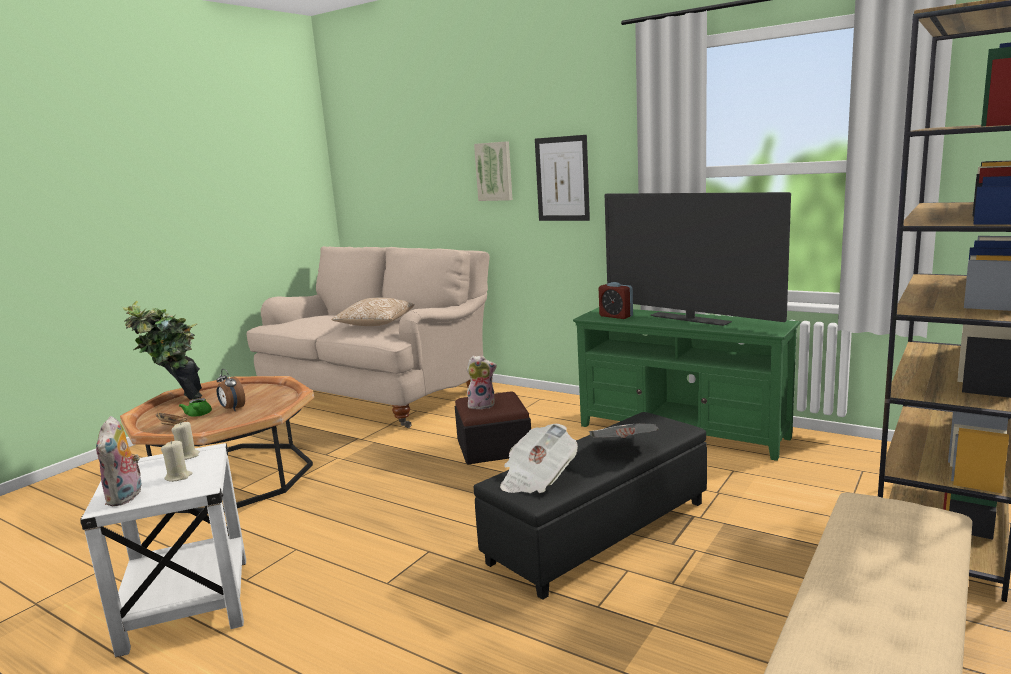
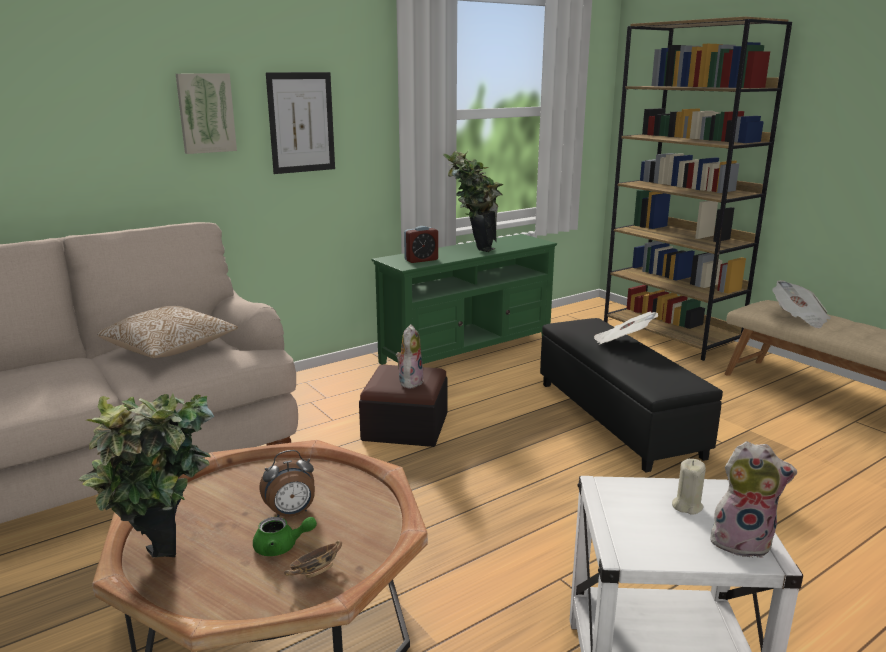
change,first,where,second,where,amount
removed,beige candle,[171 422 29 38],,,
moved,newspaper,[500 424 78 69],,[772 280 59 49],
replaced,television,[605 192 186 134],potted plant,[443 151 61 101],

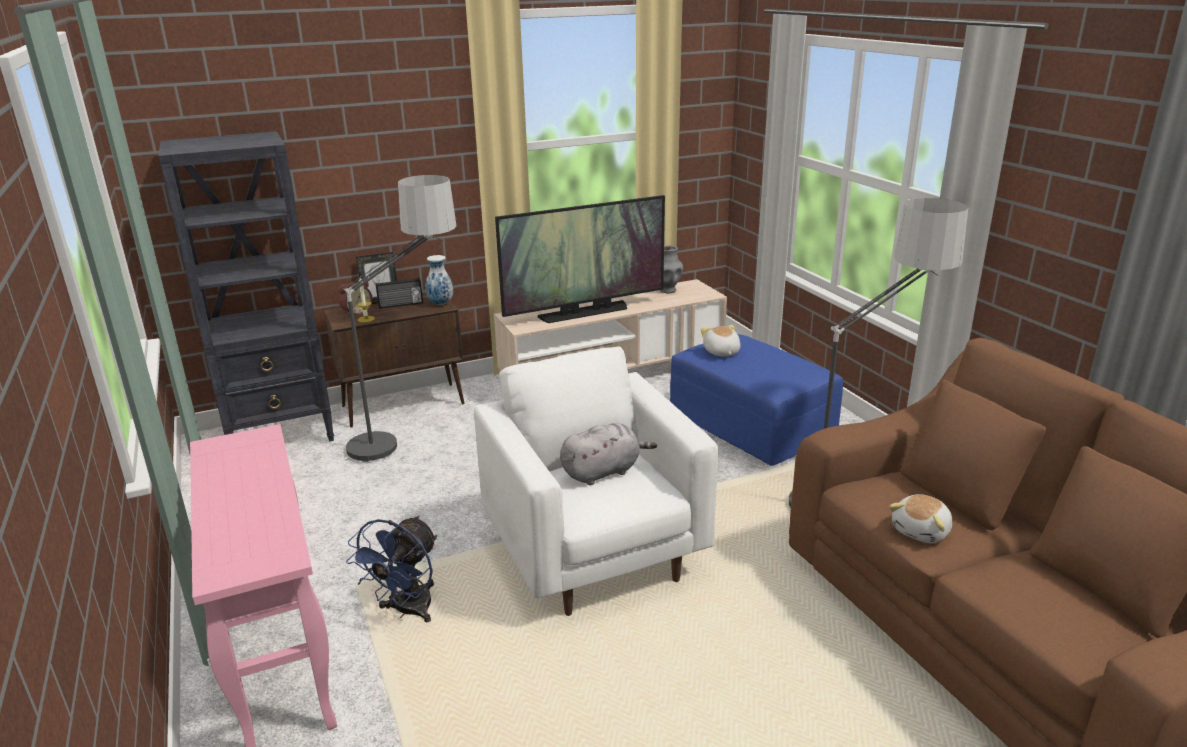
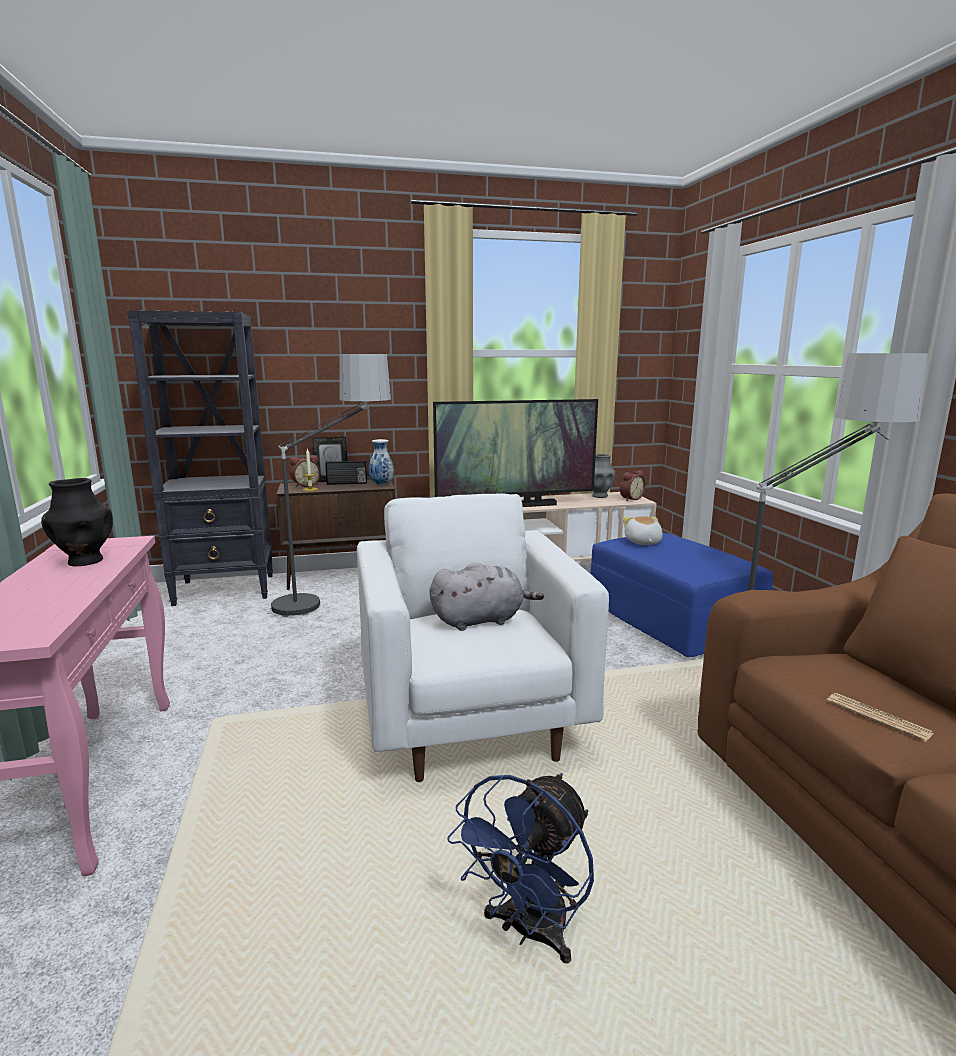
change,first,where,second,where,amount
moved,blue fan,[346 515 91 107],,[447 773 147 190],
replaced,plush toy,[889 494 63 49],newspaper,[827 693 107 49],
added,,,black vase,[41 478 72 88],
added,,,alarm clock,[620 470 26 31],

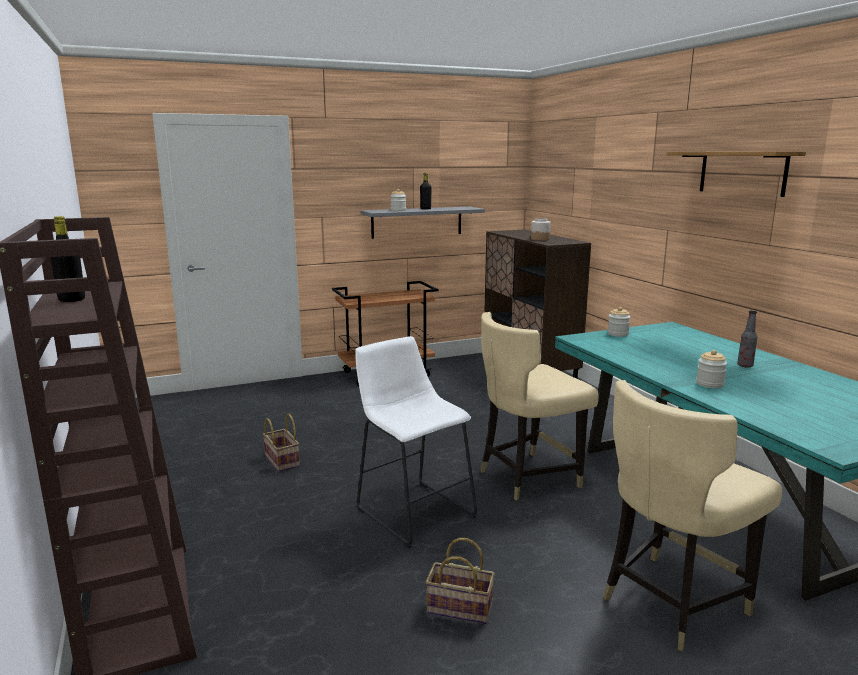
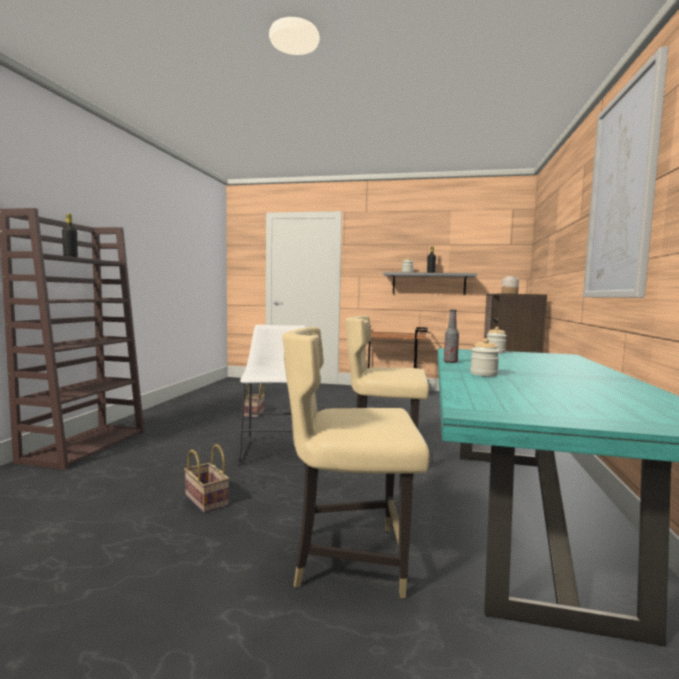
change,first,where,second,where,amount
replaced,shelf,[667 151 139 46],picture,[583 46 86 252],
moved,bottle,[737 311 20 57],,[444 310 15 53],

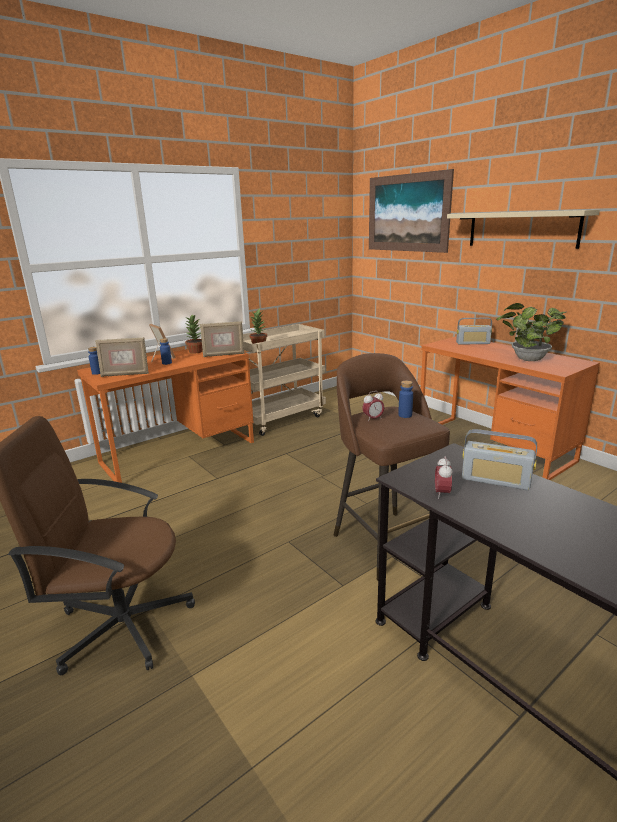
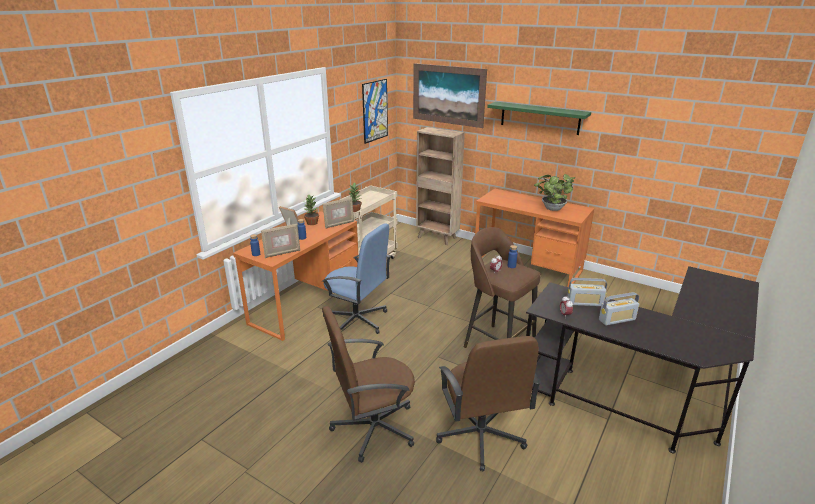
change,first,where,second,where,amount
recoloured,beige shelf,[447 210 153 39],green shelf,[487 102 104 33],
moved,radio,[456 317 36 28],,[599 292 40 33],
added,,,blue office chair,[322 223 69 111],
added,,,picture,[362 79 26 65],
added,,,brown bookcase,[416 127 49 118],
added,,,brown office chair,[436 336 105 135],

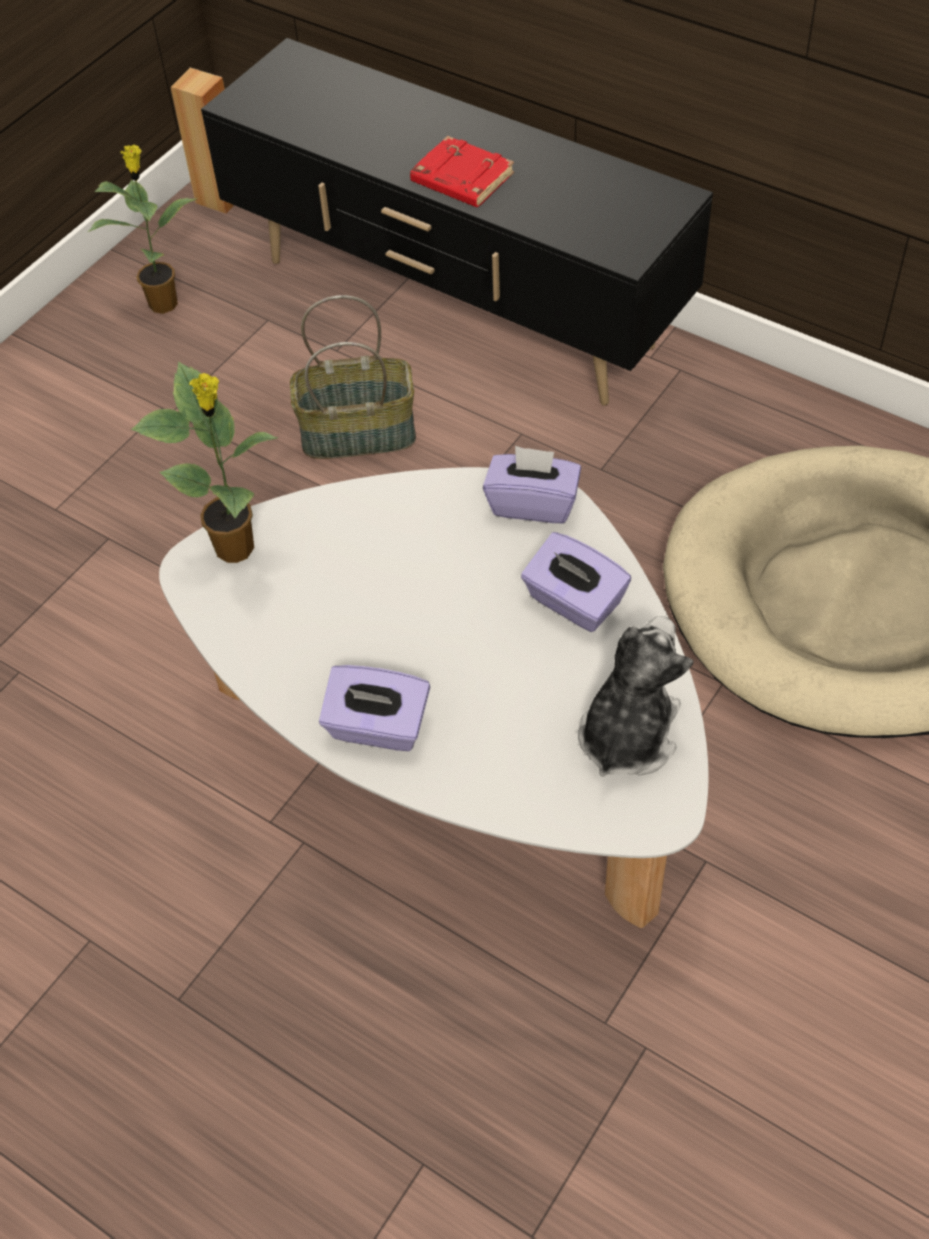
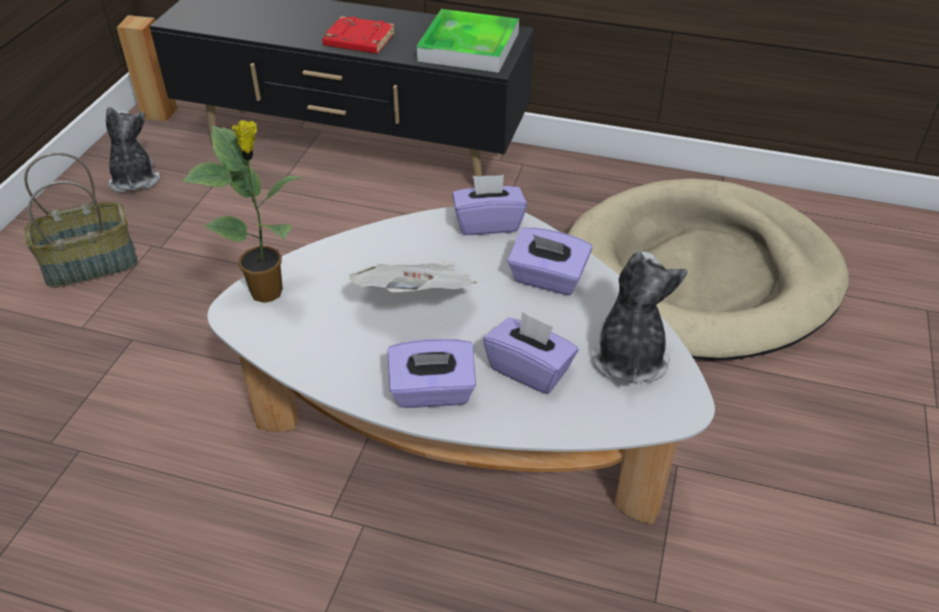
change,first,where,second,where,amount
replaced,potted plant,[88 145 110 169],plush toy,[106 107 55 86],
moved,basket,[290 295 126 164],,[24 152 114 136],
added,,,newspaper,[349 261 128 31],
added,,,tray,[417 9 102 64],
added,,,purple tissue box,[483 312 95 82],

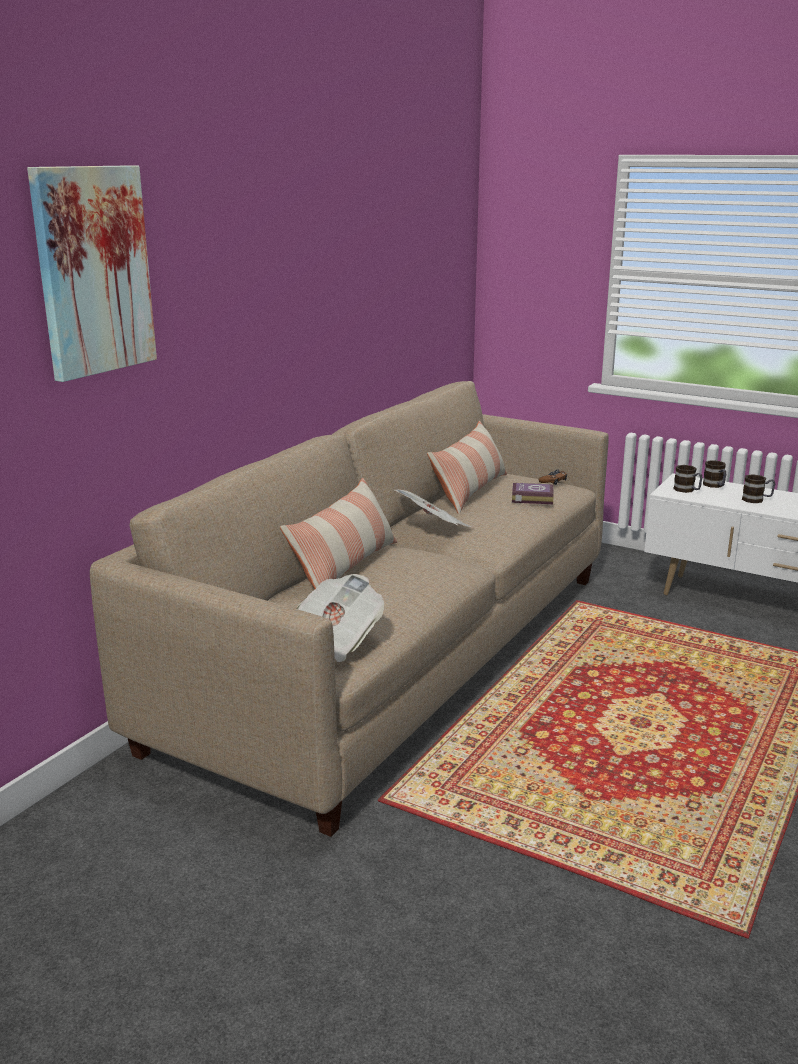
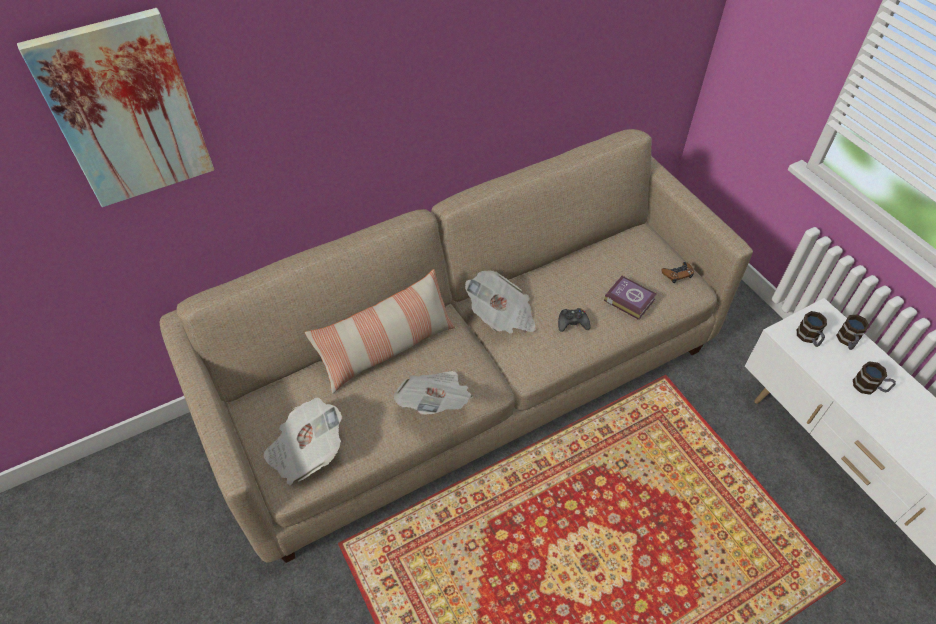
change,first,where,second,where,amount
removed,pillow,[427 421 80 93],,,
added,,,newspaper,[393 371 80 44],
added,,,black game controller,[558 308 33 24],

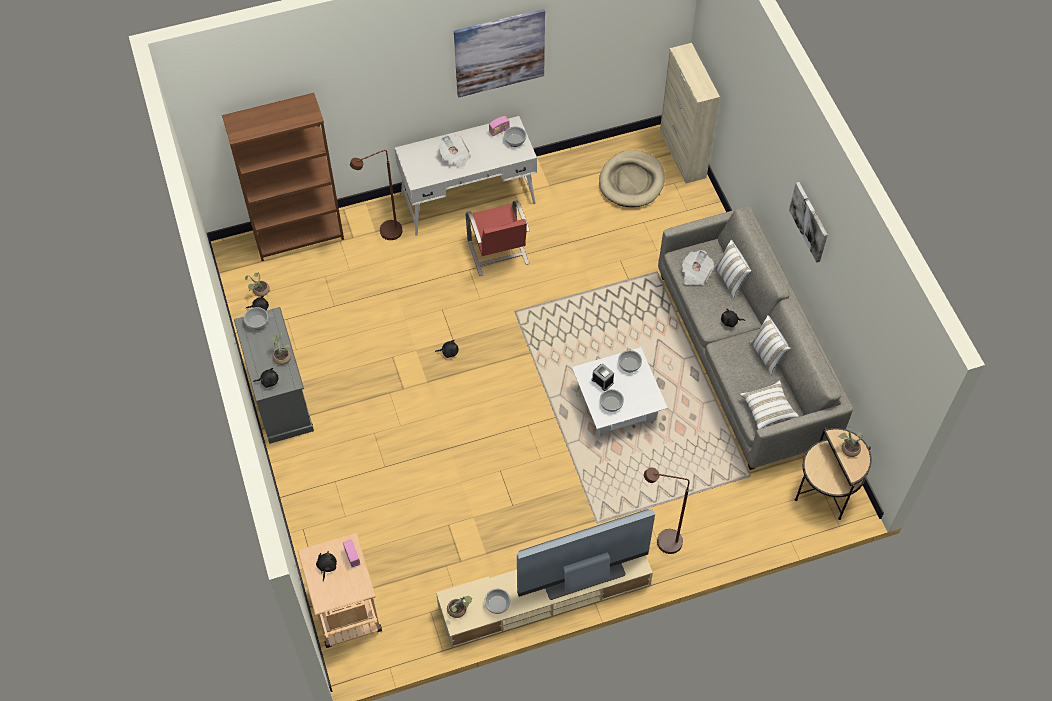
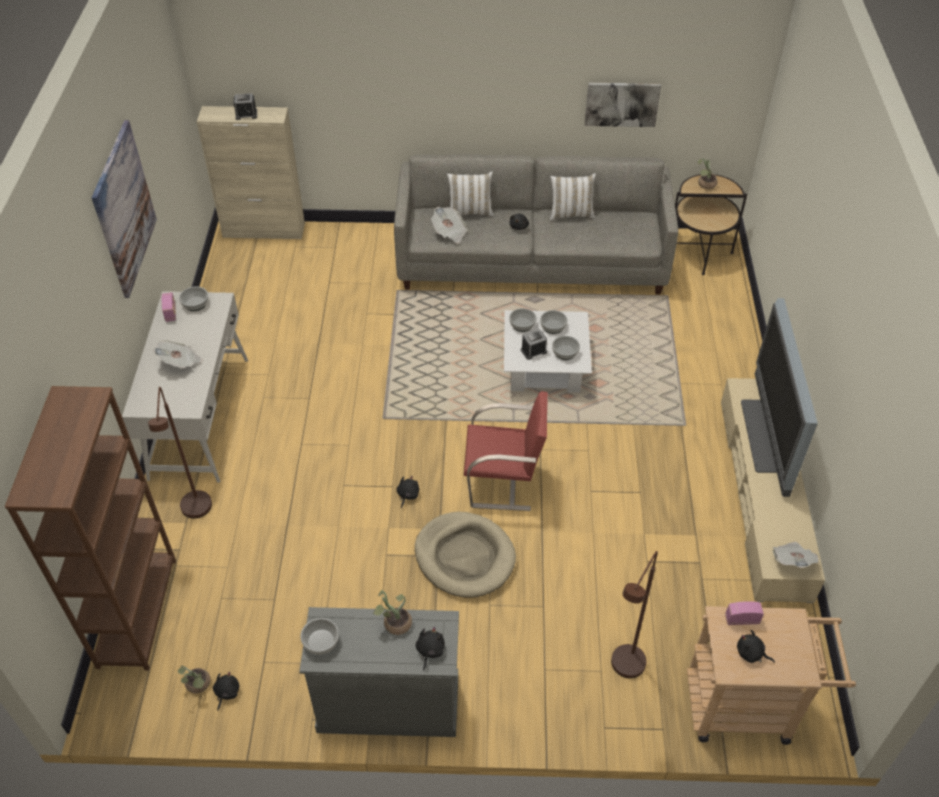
change,first,where,second,where,amount
replaced,potted plant,[447 596 25 22],newspaper,[772 542 47 26],
moved,red chair,[466 200 64 76],,[464 391 84 120],
moved,bowl,[484 588 26 26],,[540 310 28 24],
moved,beige dog bed,[599 150 66 57],,[415 512 101 85],
moved,brown floor lamp,[644 467 46 87],,[611 551 47 127],
removed,white pillow,[740 380 59 49],,,
moved,picture,[789 182 39 81],,[584 83 77 44],
added,,,alarm clock,[234 93 23 27],

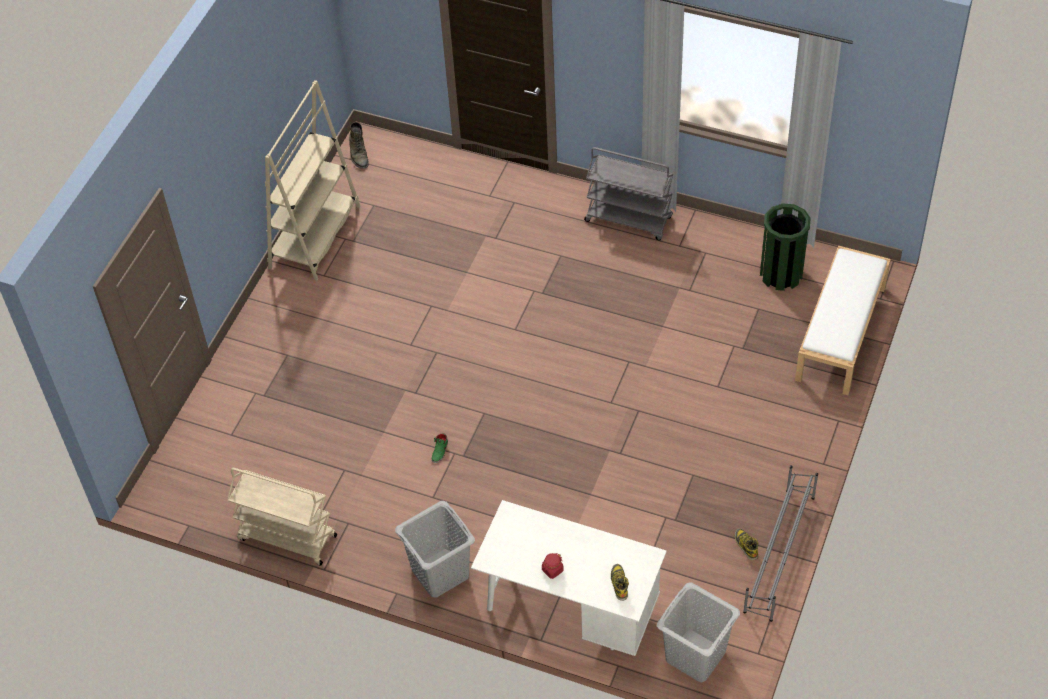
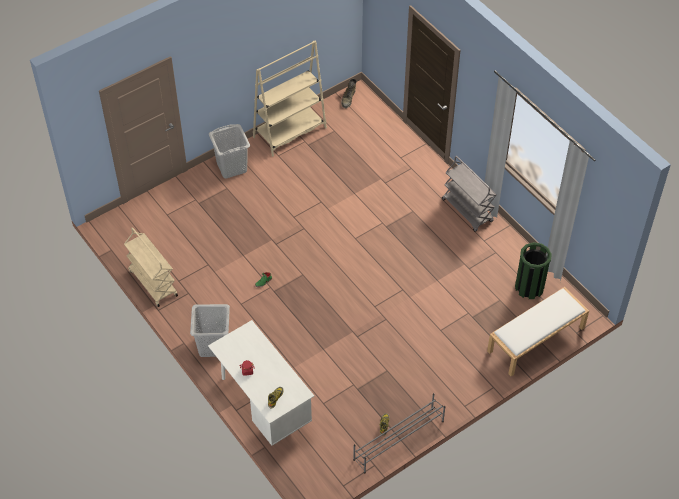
change,first,where,second,where,amount
moved,grey laundry basket,[657 582 83 101],,[209 124 41 54],

